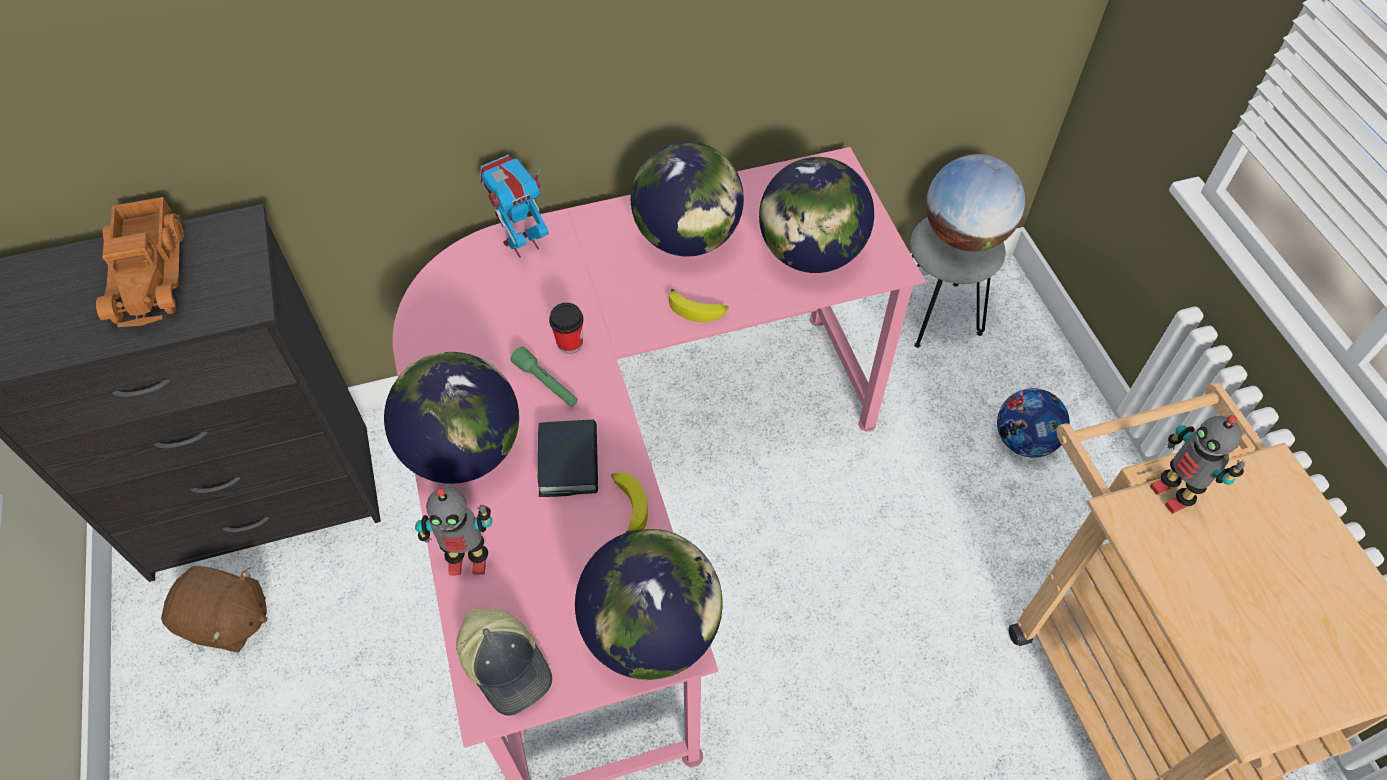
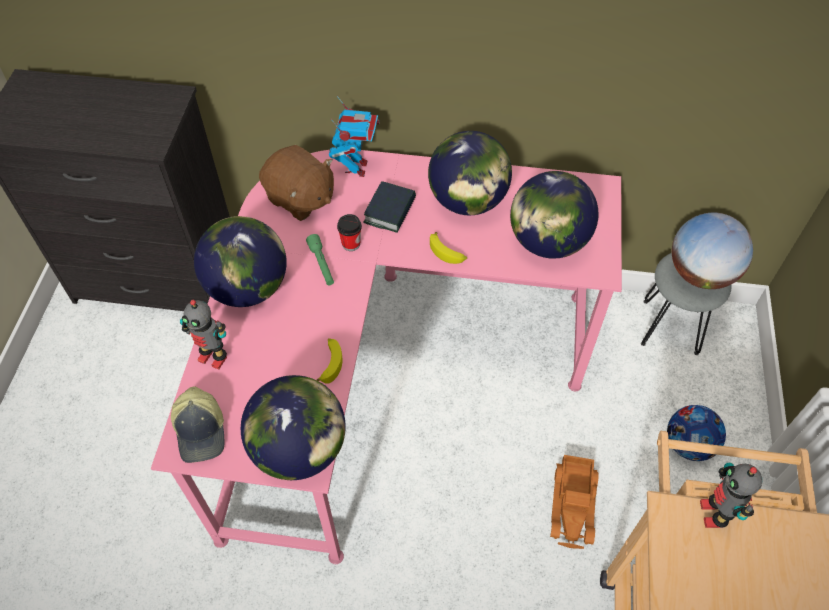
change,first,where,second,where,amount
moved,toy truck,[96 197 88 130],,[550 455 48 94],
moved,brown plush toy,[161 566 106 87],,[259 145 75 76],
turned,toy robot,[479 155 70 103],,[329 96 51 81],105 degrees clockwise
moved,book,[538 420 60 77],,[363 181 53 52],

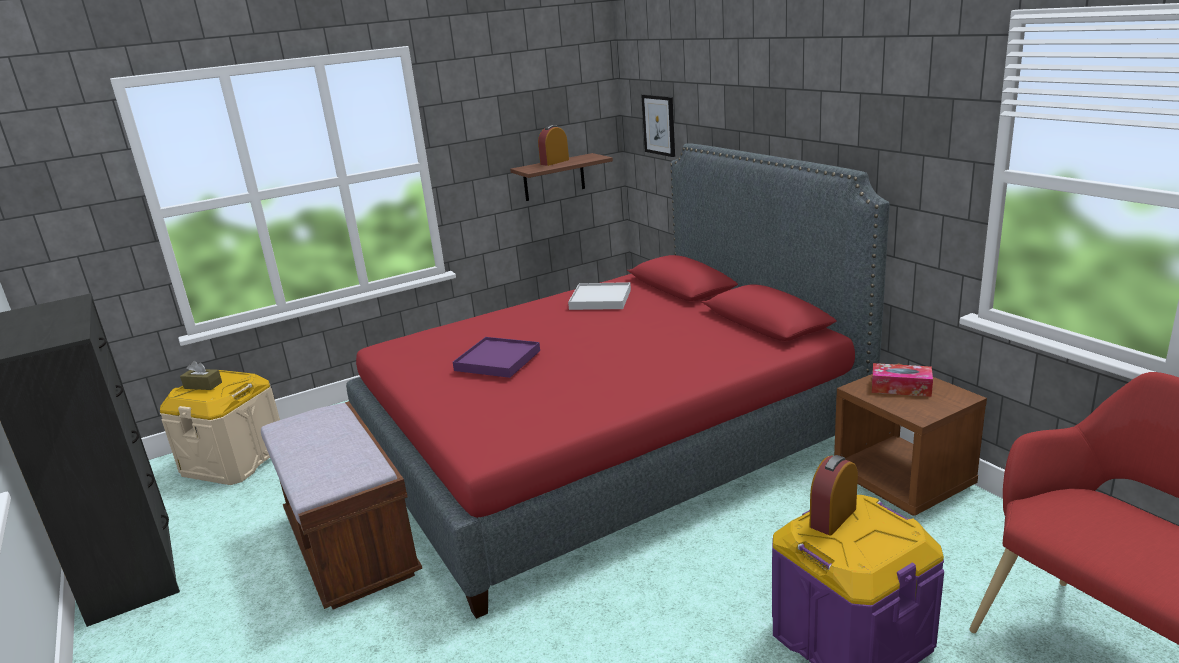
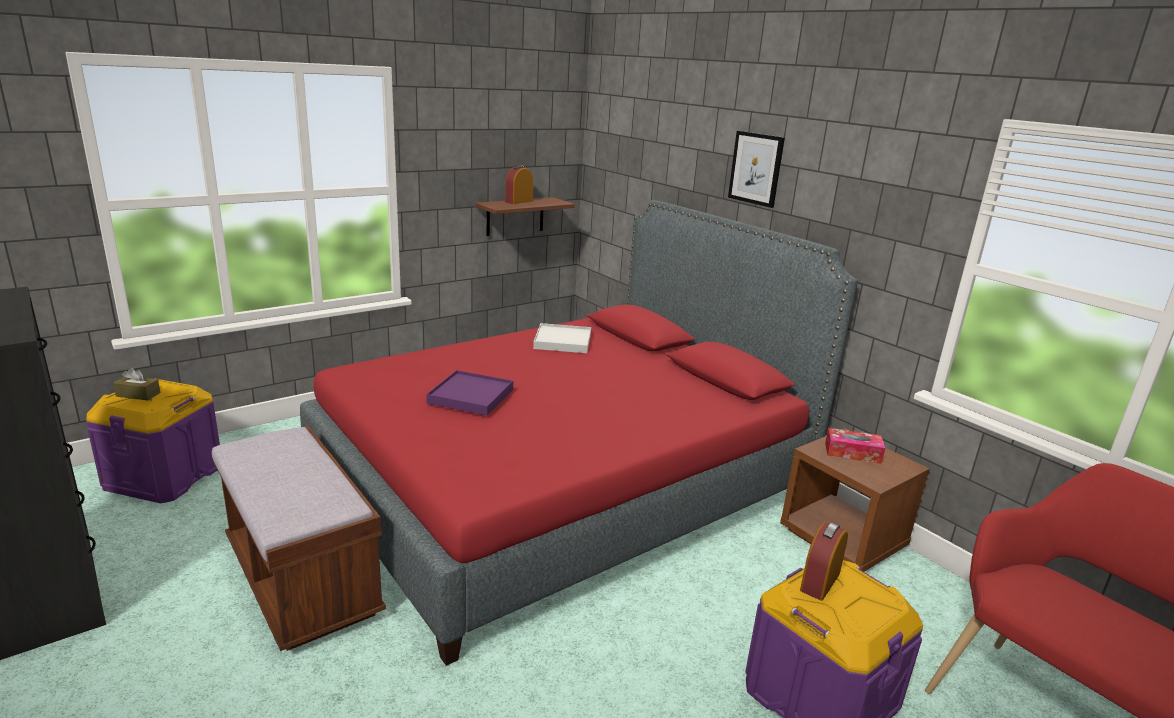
change,first,where,second,where,amount
recoloured,beige storage box,[160 370 120 115],purple storage box,[86 378 134 125],
moved,picture,[641 95 34 62],,[728 131 57 77],

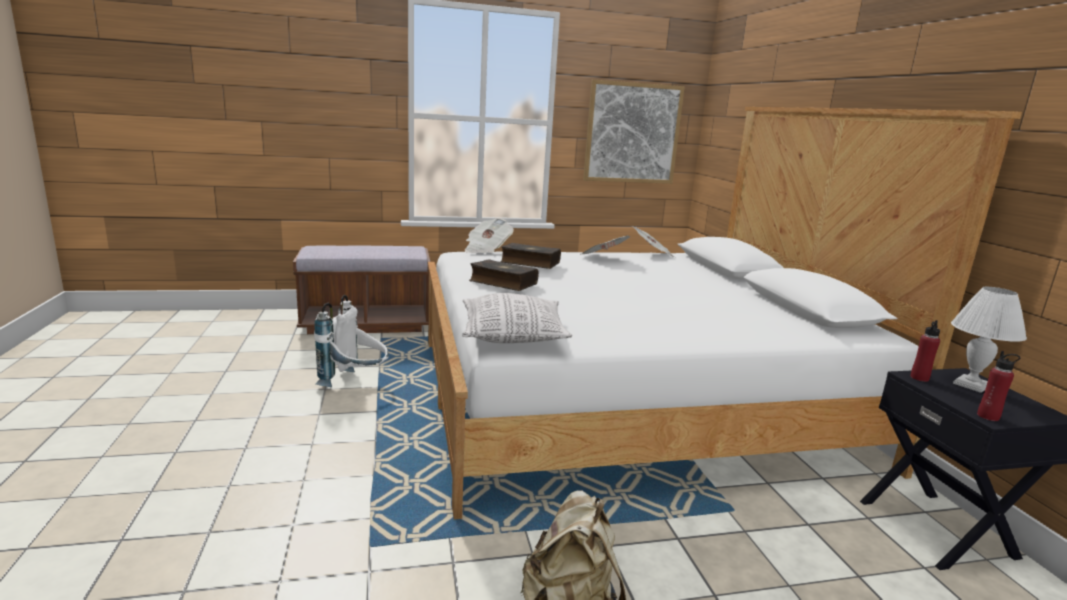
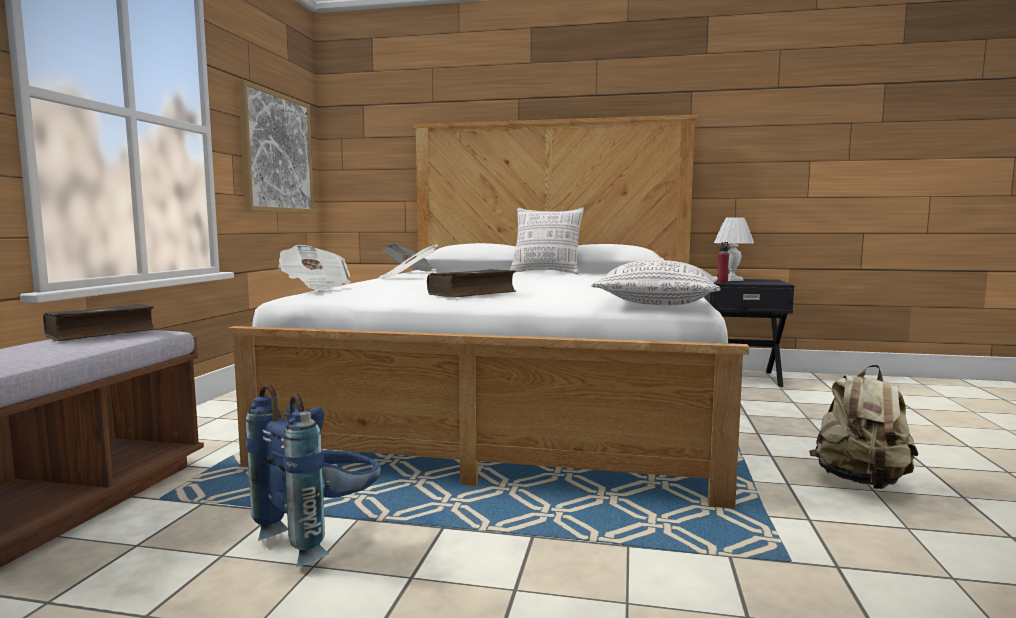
change,first,where,second,where,amount
recoloured,white backpack,[314 295 75 92],blue backpack,[245 384 136 183],
moved,book,[500 243 61 26],,[43 304 112 37],
removed,red bottle,[977 351 43 70],,,
added,,,pillow,[510 208 74 66],

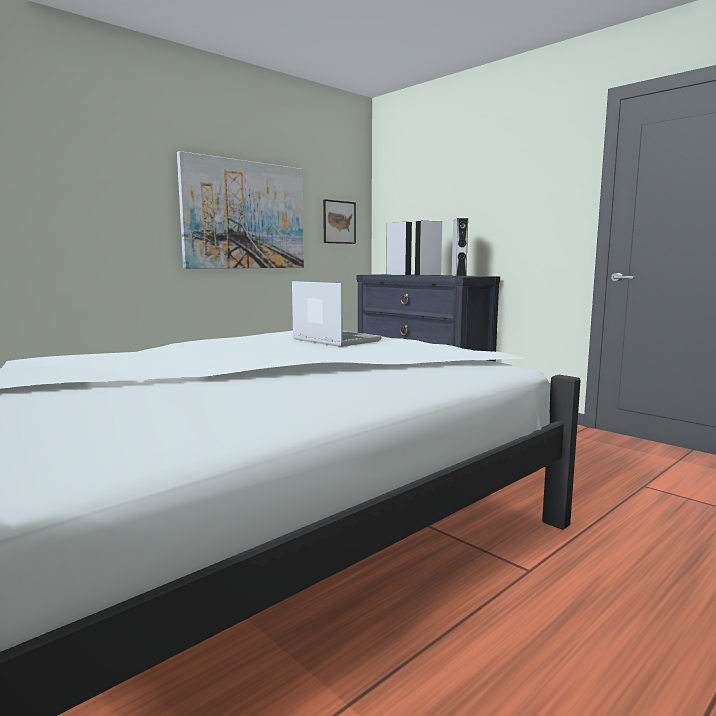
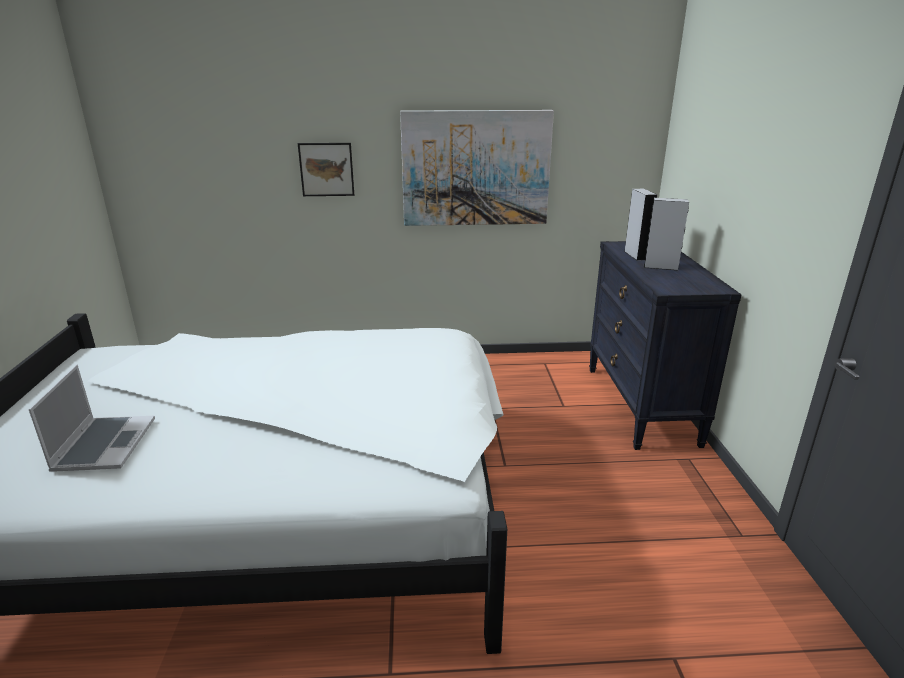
change,first,where,second,where,amount
moved,laptop,[292 281 89 66],,[28 365 127 107],
moved,picture,[323 199 33 45],,[298 143 56 53],
removed,grey speaker,[452 218 16 59],,,

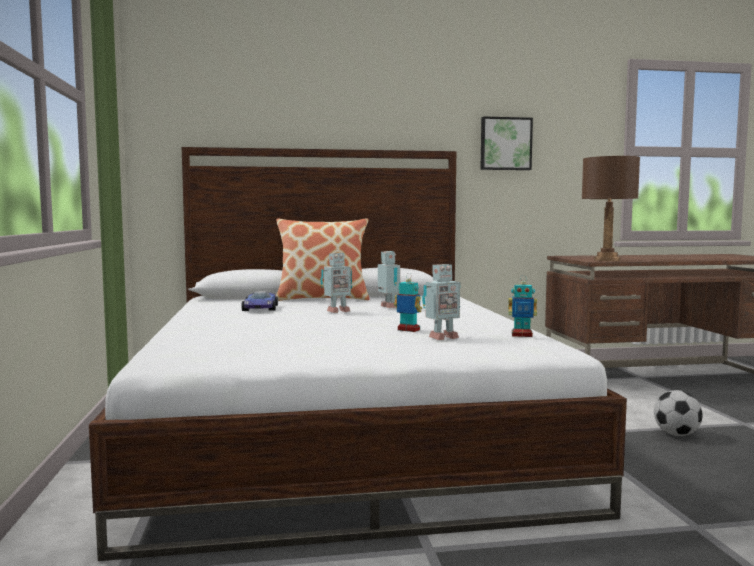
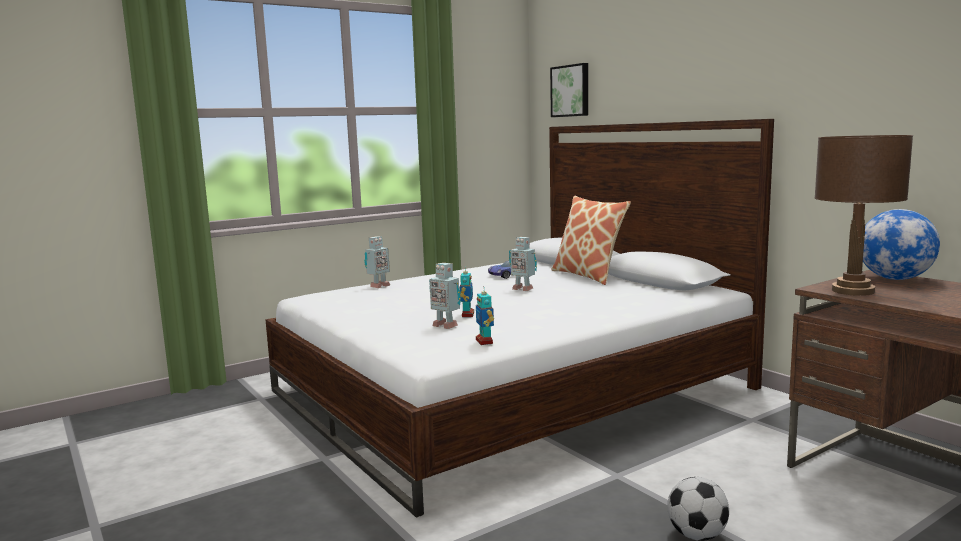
change,first,where,second,where,amount
moved,toy robot,[378 251 22 57],,[364 236 26 52],
moved,picture,[480 116 53 54],,[550 63 38 54],
added,,,globe,[863 209 77 71],

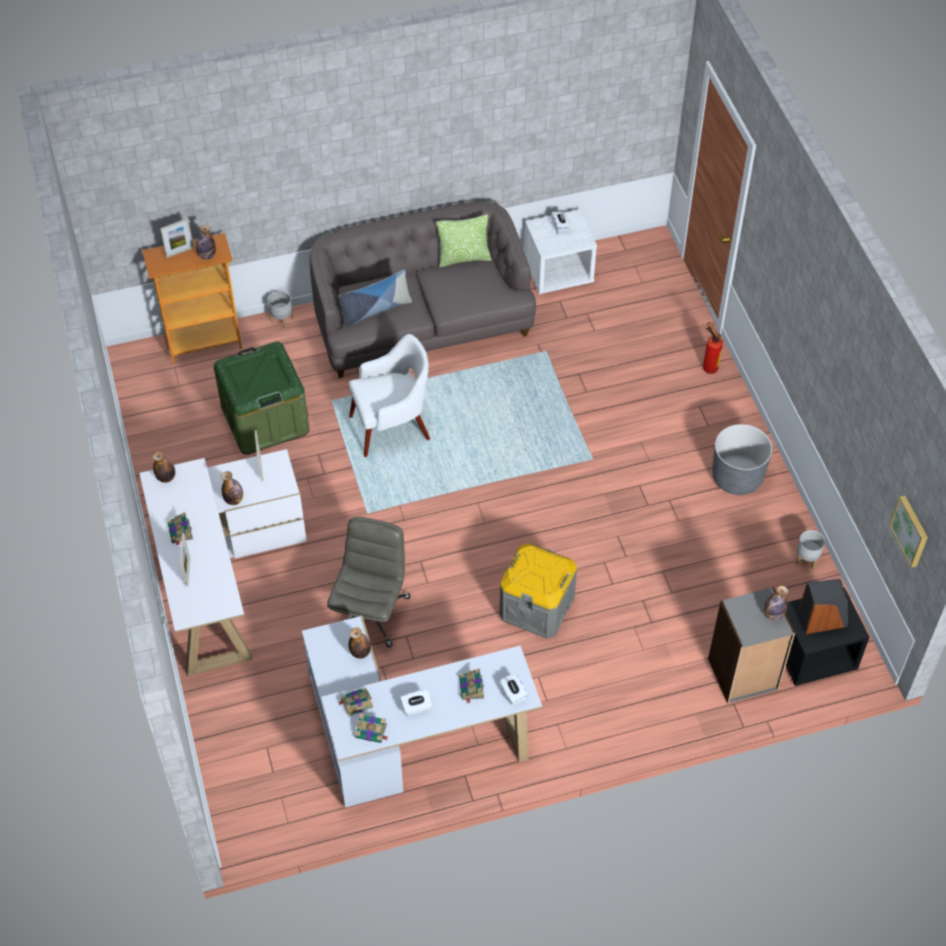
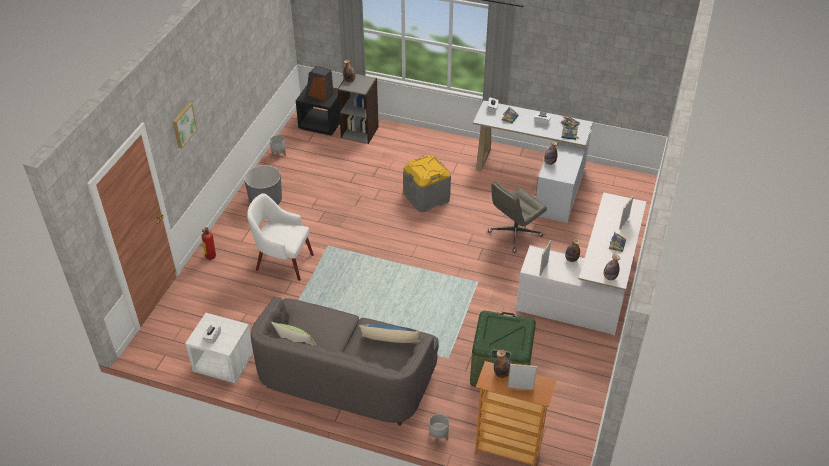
change,first,where,second,where,amount
moved,white armchair,[349 334 81 123],,[247 193 67 88],
moved,picture,[889 496 39 72],,[173 103 24 45],

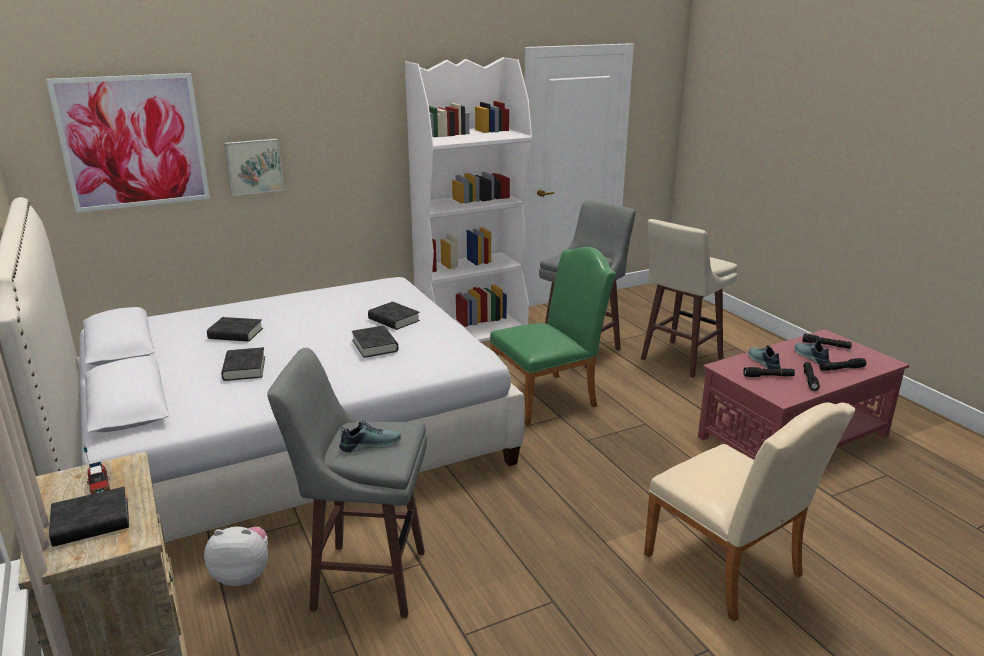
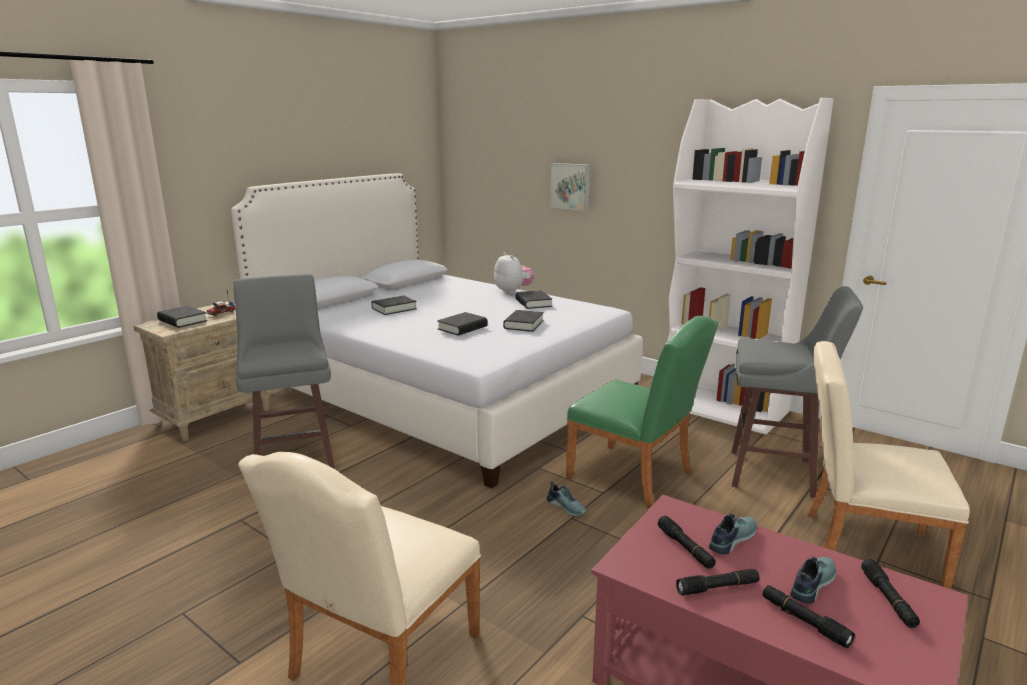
change,first,where,second,where,amount
removed,picture,[46 73 164 140],,,
moved,plush toy,[204 527 64 59],,[494 253 40 41],
moved,black book,[207 317 56 25],,[516 290 36 19],
moved,shoe,[339 421 62 32],,[547 481 39 35],
replaced,beige stool,[641 219 96 159],beige chair,[807 341 163 248],

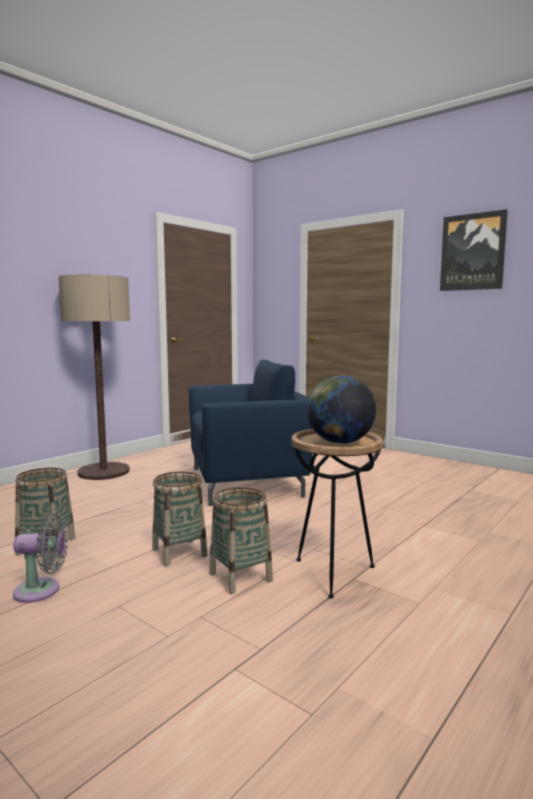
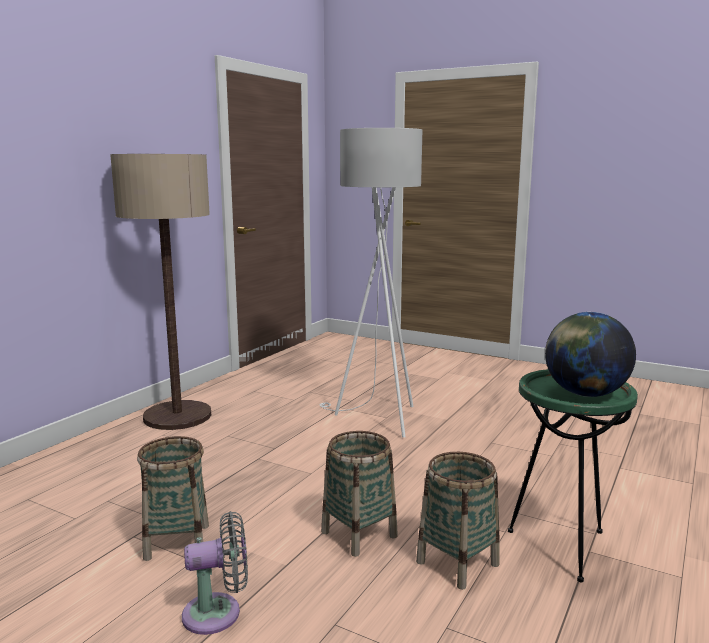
change,first,where,second,where,amount
replaced,blue armchair,[189 360 124 146],white floor lamp,[320 128 102 310],
recoloured,brown side table,[292 429 91 169],green side table,[508 369 130 213],
removed,picture,[440 209 68 82],,,

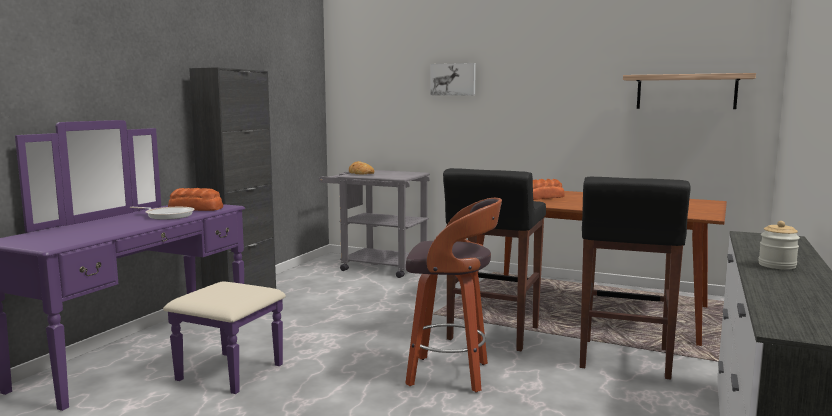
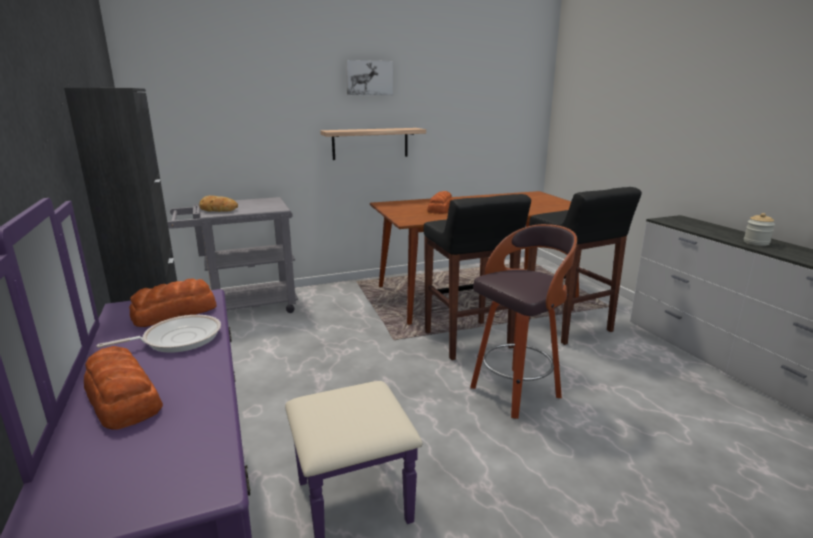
change,first,where,second,where,amount
moved,picture,[430 63 46 33],,[346 60 47 35],
moved,shelf,[623 73 133 36],,[320 128 106 32],
added,,,bread,[84 346 79 84],

